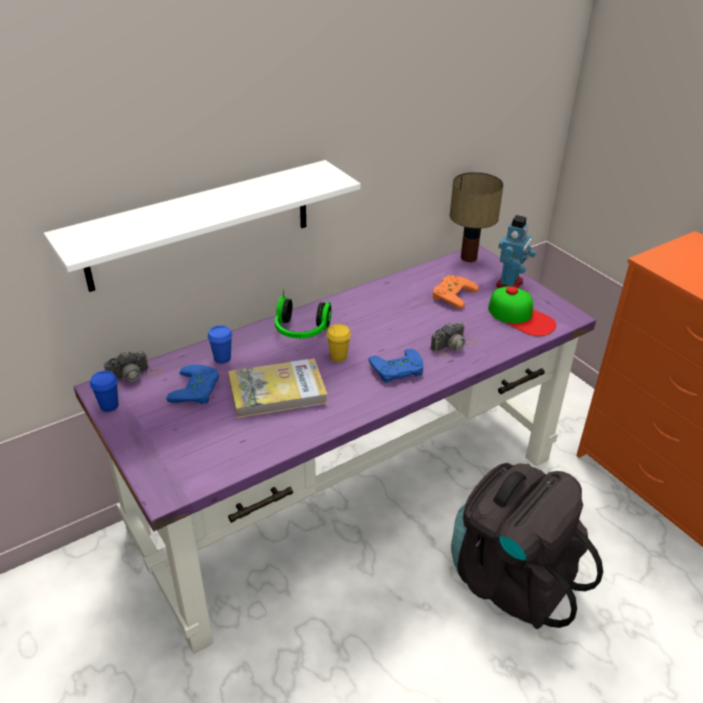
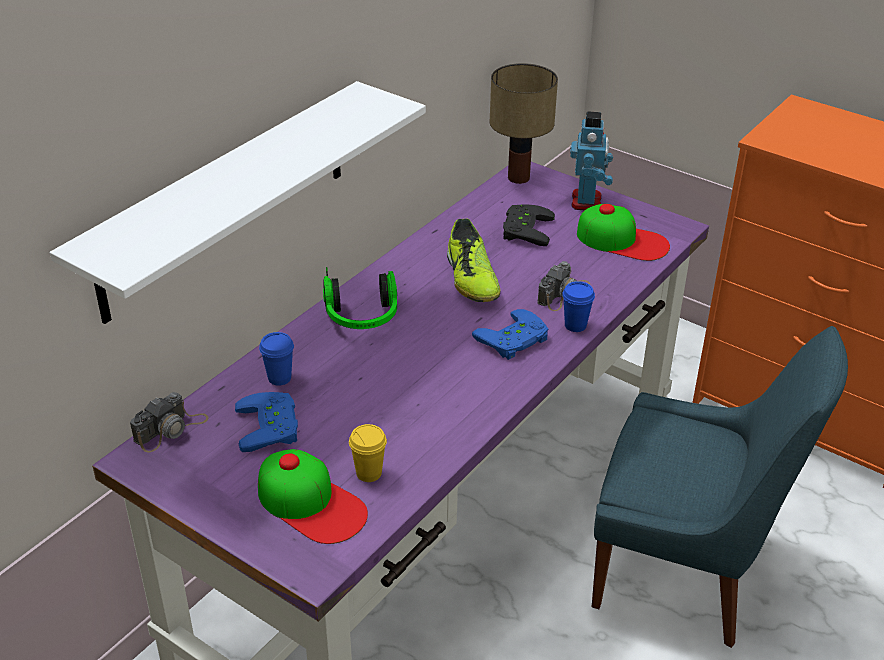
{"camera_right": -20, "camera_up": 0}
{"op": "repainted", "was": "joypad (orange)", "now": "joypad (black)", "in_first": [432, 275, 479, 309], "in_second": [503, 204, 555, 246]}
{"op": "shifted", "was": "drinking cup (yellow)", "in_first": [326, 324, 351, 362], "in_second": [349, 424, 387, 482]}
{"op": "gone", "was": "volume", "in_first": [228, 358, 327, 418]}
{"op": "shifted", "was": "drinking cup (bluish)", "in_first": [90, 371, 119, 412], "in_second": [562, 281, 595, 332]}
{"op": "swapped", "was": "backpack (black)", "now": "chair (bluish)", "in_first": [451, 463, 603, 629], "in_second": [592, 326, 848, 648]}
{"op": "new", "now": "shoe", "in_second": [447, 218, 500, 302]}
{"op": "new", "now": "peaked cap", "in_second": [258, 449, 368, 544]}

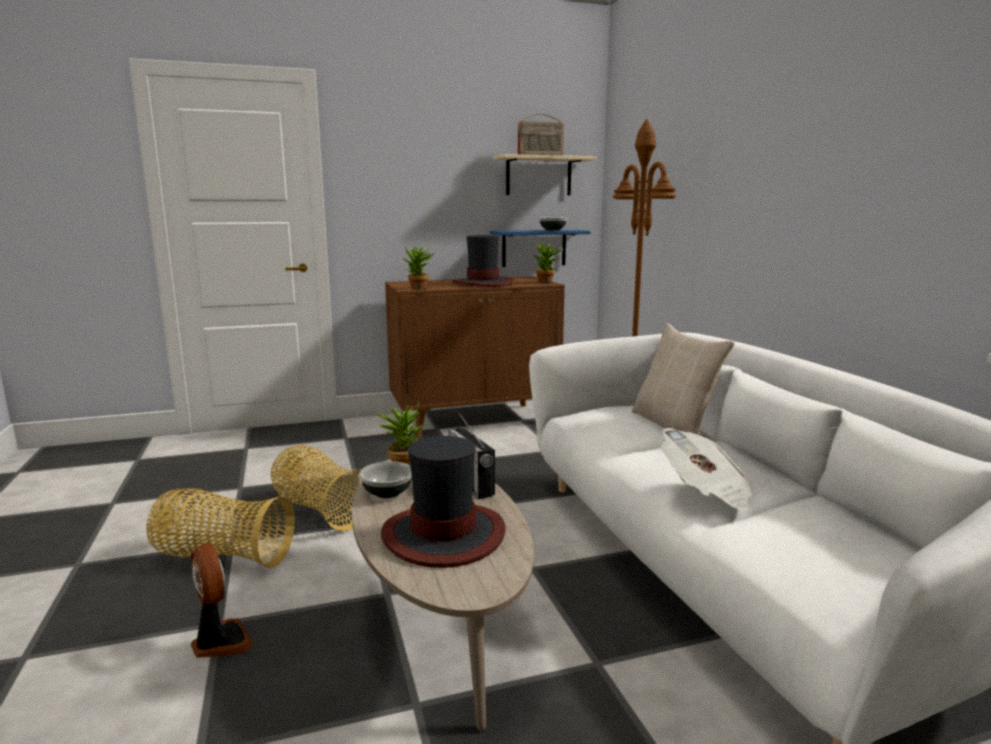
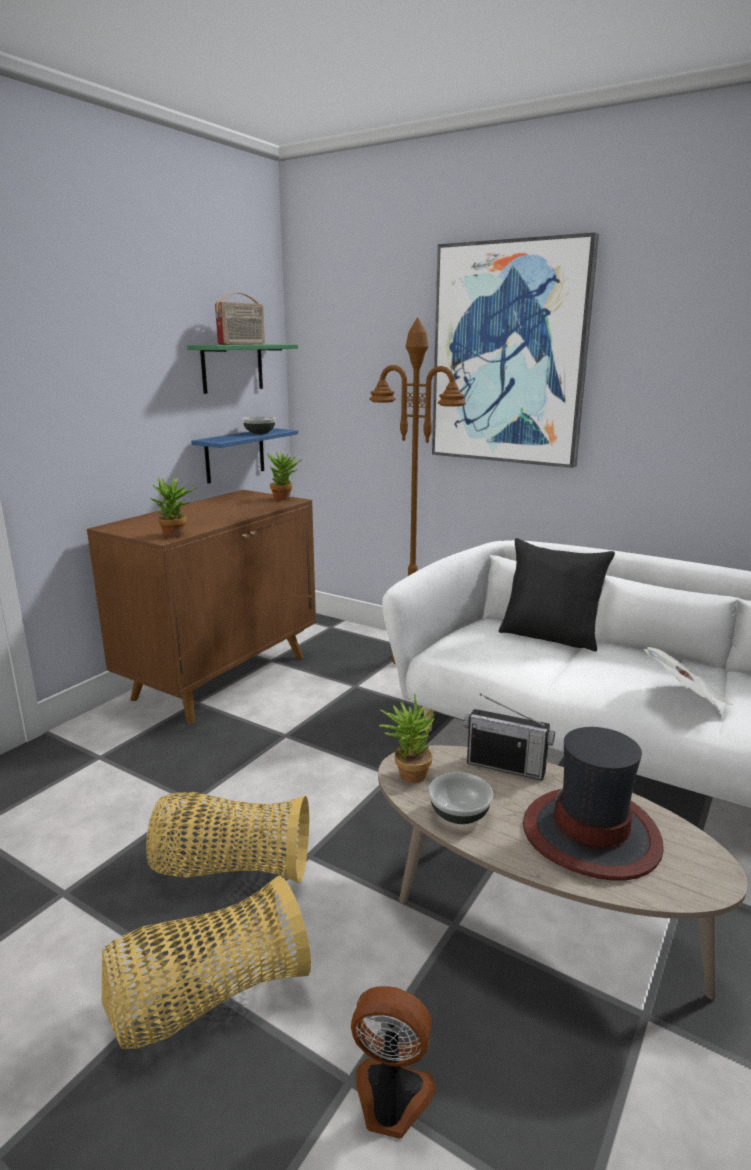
{"camera_right": -40, "camera_up": 5}
{"op": "repainted", "was": "bracket shelf (beige)", "now": "bracket shelf (green)", "in_first": [493, 154, 597, 195], "in_second": [187, 344, 298, 394]}
{"op": "gone", "was": "wearable hat", "in_first": [452, 235, 514, 287]}
{"op": "repainted", "was": "throw pillow (beige)", "now": "throw pillow (black)", "in_first": [632, 323, 735, 435], "in_second": [499, 538, 615, 651]}
{"op": "new", "now": "wall picture", "in_second": [432, 232, 599, 468]}

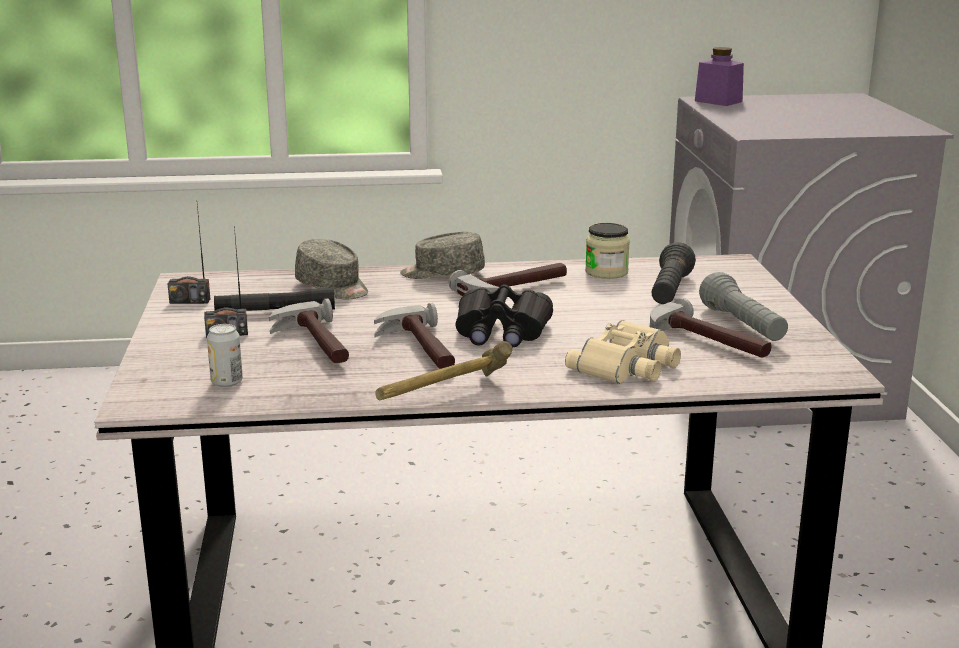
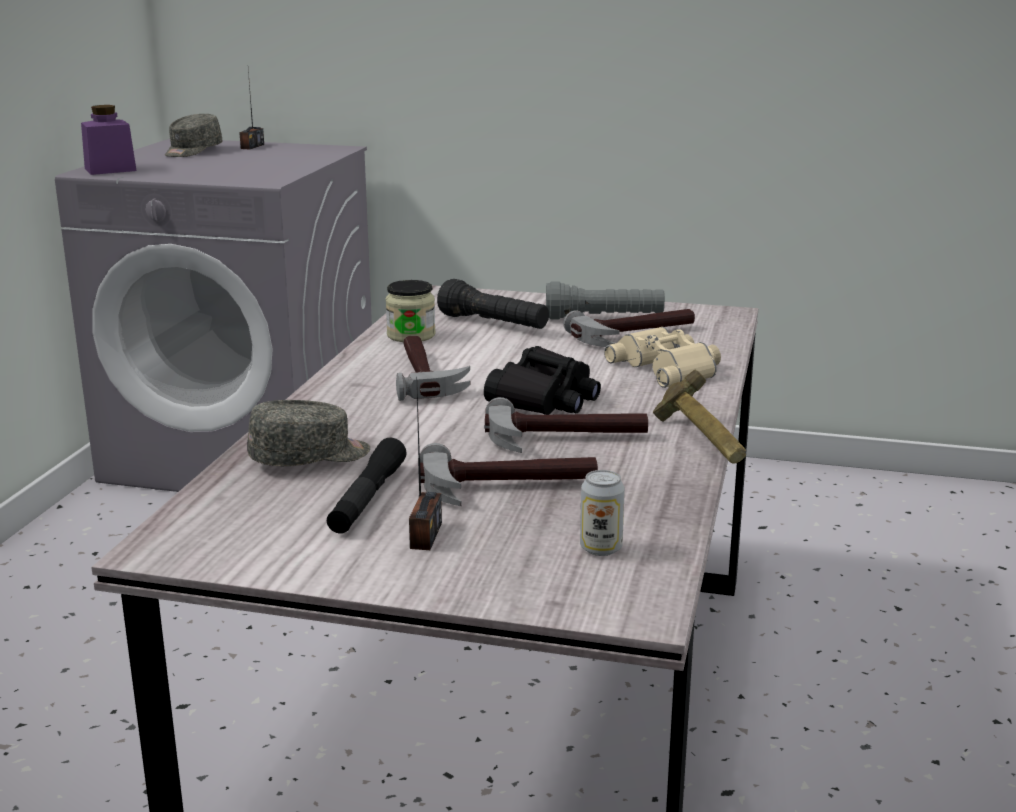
{"camera_right": -70, "camera_up": 0}
{"op": "shifted", "was": "radio", "in_first": [167, 205, 210, 304], "in_second": [239, 71, 264, 150]}
{"op": "shifted", "was": "peaked cap (grey)", "in_first": [400, 232, 485, 279], "in_second": [165, 114, 222, 157]}

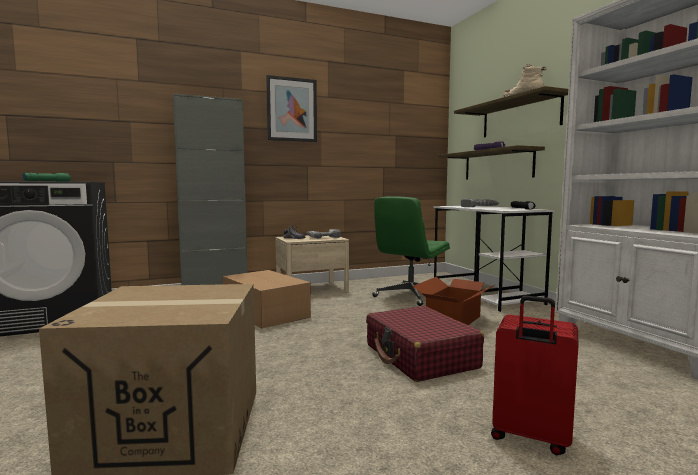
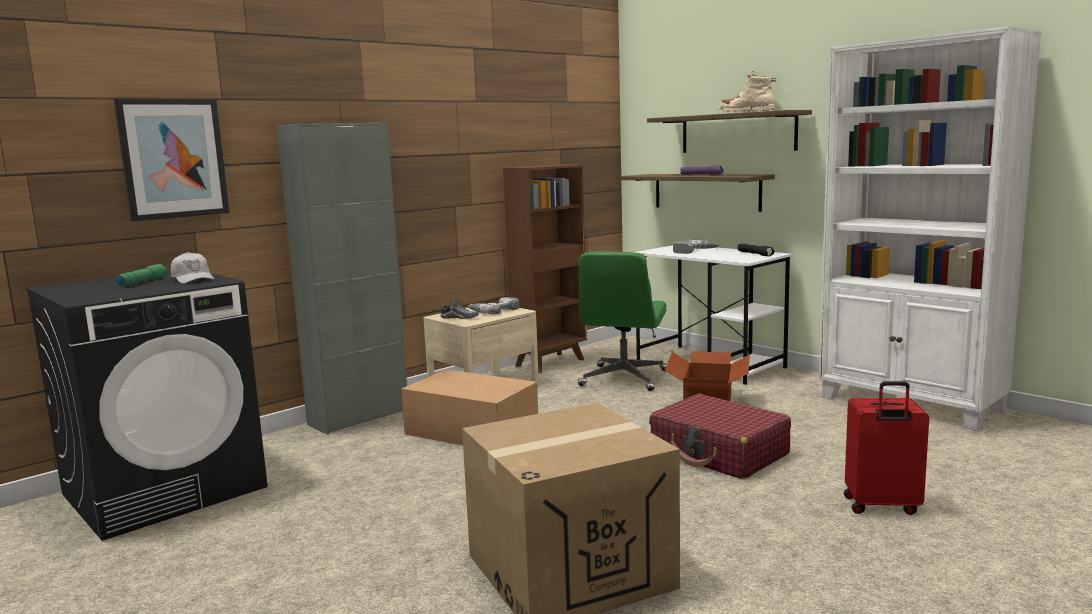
{"camera_right": -20, "camera_up": 5}
{"op": "shifted", "was": "wall picture", "in_first": [266, 75, 317, 142], "in_second": [114, 98, 229, 221]}
{"op": "new", "now": "bookcase (brown)", "in_second": [503, 164, 587, 373]}
{"op": "new", "now": "peaked cap (white)", "in_second": [171, 252, 214, 284]}

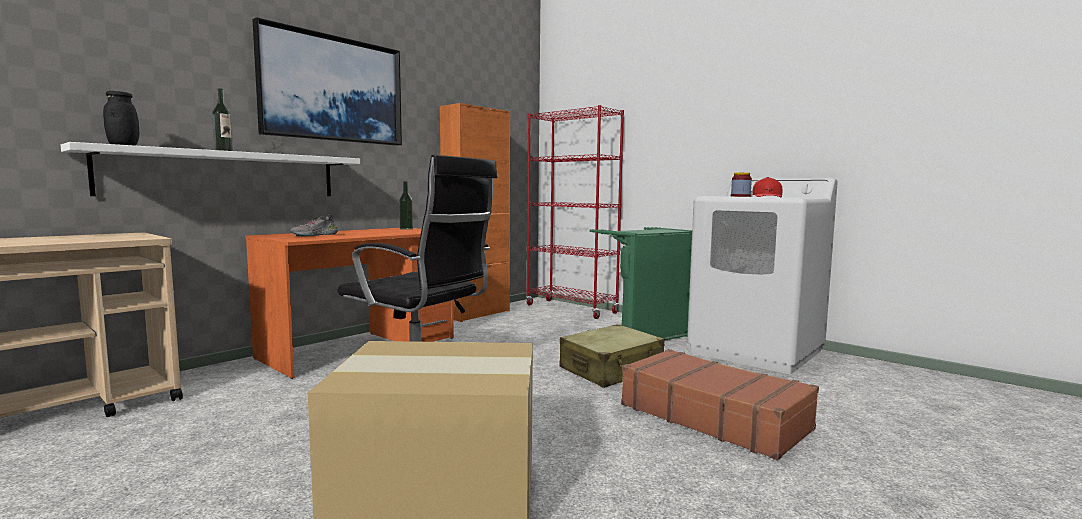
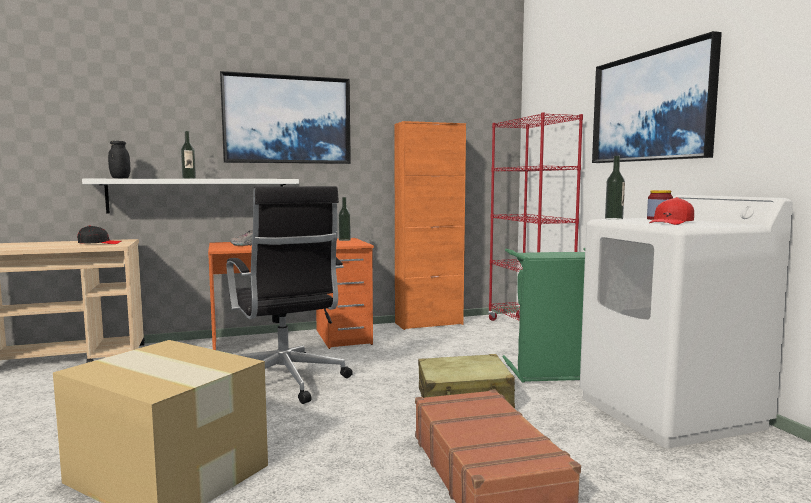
{"camera_right": 30, "camera_up": 0}
{"op": "new", "now": "wall picture", "in_second": [592, 31, 722, 163]}
{"op": "new", "now": "bottle", "in_second": [605, 156, 625, 220]}
{"op": "new", "now": "peaked cap (black)", "in_second": [77, 226, 121, 244]}

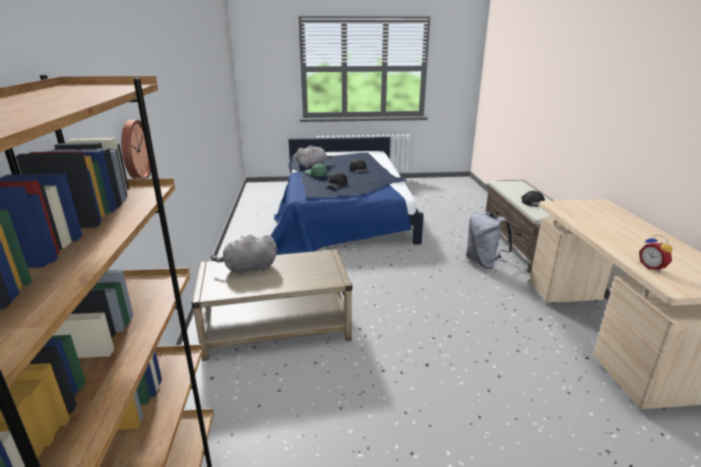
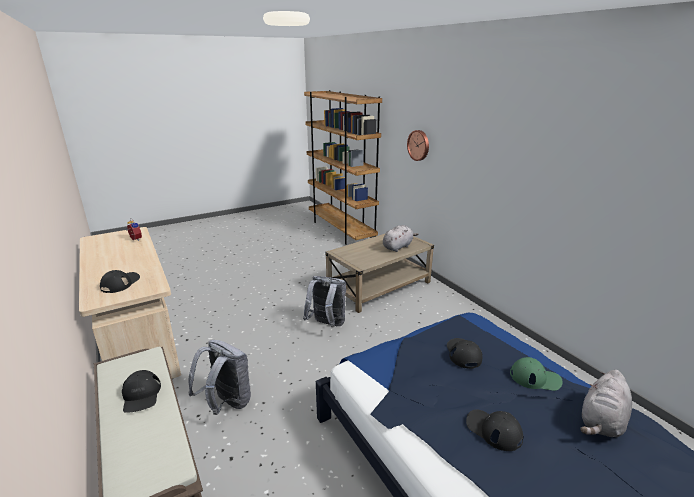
{"camera_right": 155, "camera_up": 0}
{"op": "new", "now": "peaked cap (black)", "in_second": [100, 270, 140, 293]}
{"op": "new", "now": "backpack (grey)", "in_second": [303, 276, 346, 327]}

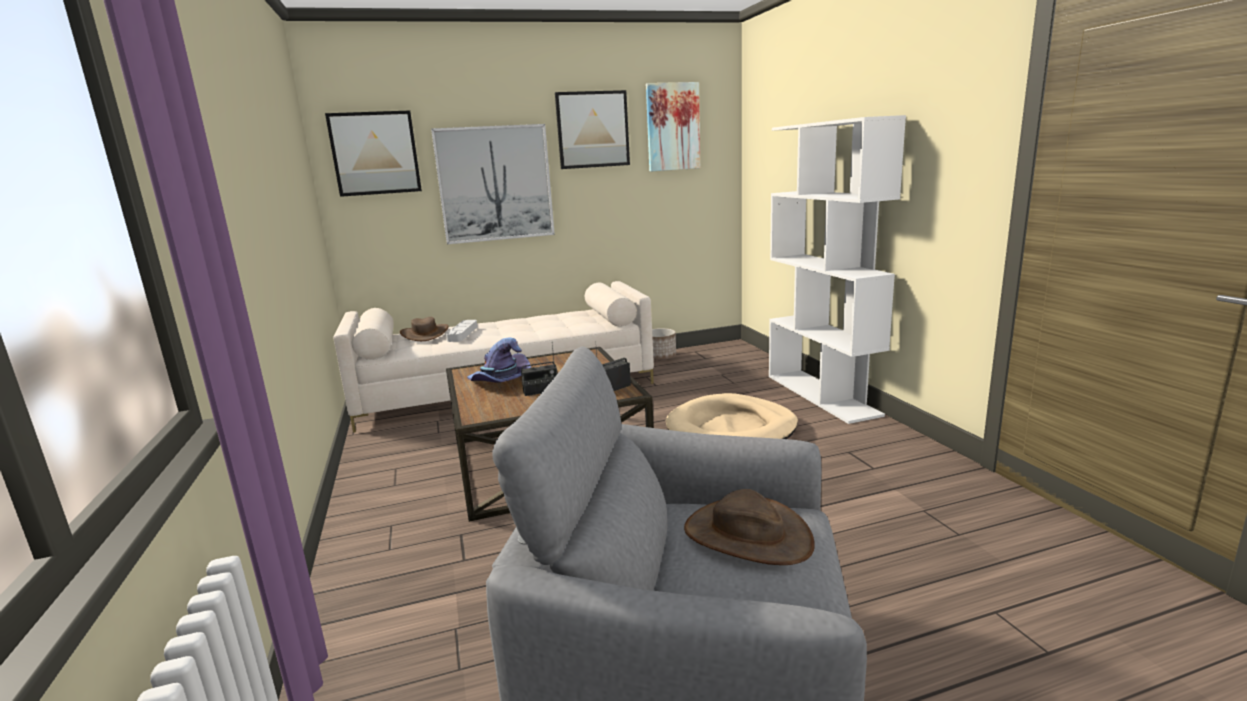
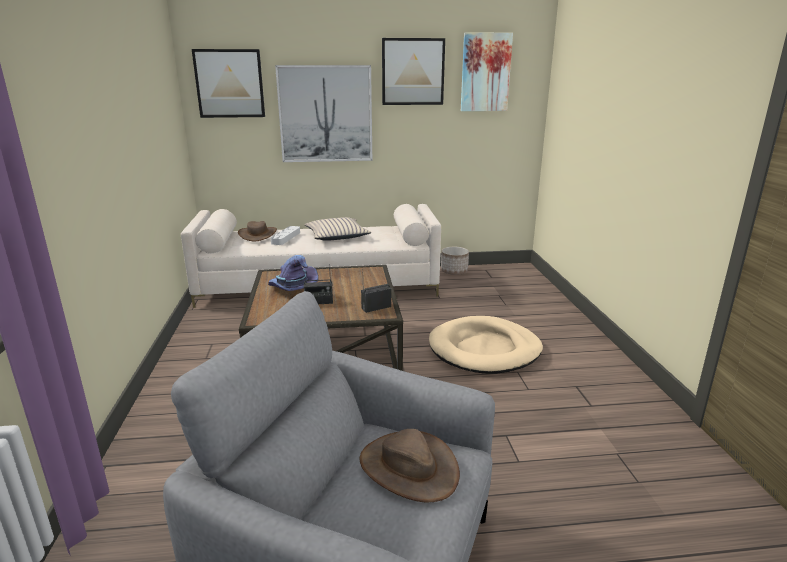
{"camera_right": 10, "camera_up": 5}
{"op": "gone", "was": "bookcase (white)", "in_first": [769, 115, 906, 424]}
{"op": "new", "now": "throw pillow (beige)", "in_second": [304, 217, 371, 241]}

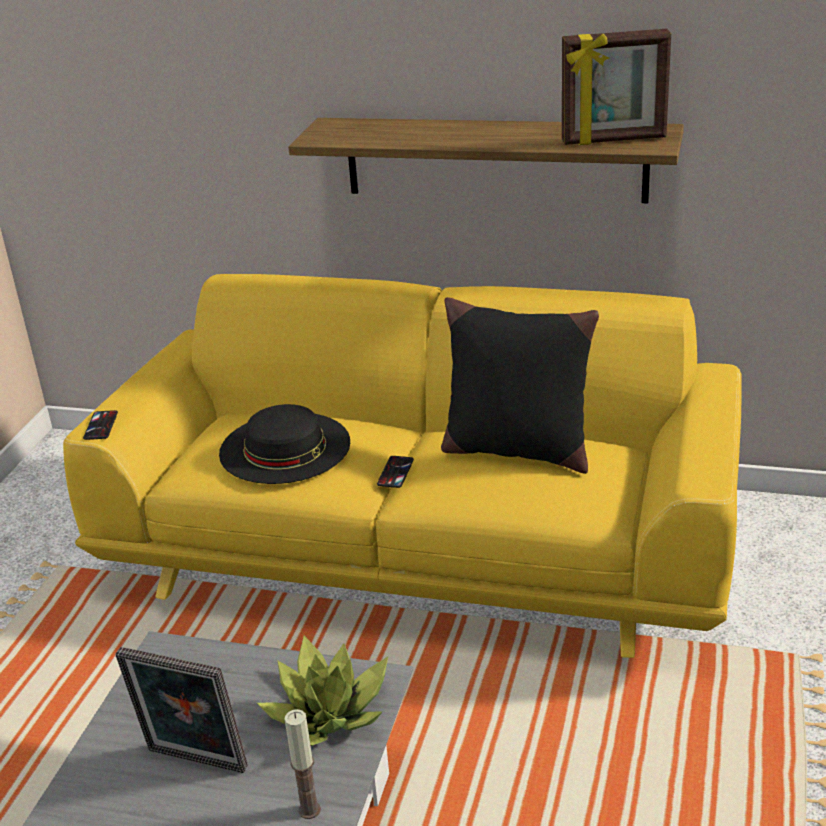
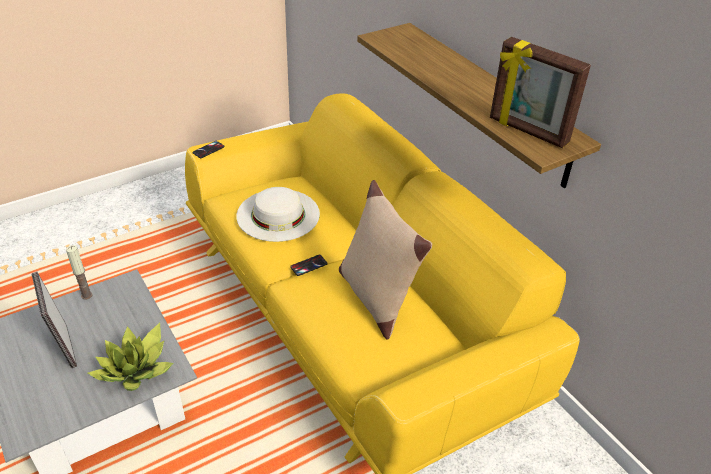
{"camera_right": 40, "camera_up": 10}
{"op": "repainted", "was": "throw pillow (black)", "now": "throw pillow (beige)", "in_first": [441, 297, 599, 474], "in_second": [339, 180, 432, 340]}
{"op": "repainted", "was": "wearable hat (black)", "now": "wearable hat (white)", "in_first": [219, 404, 350, 484], "in_second": [236, 187, 320, 242]}
{"op": "shifted", "was": "wax candle", "in_first": [285, 709, 321, 819], "in_second": [66, 245, 93, 299]}

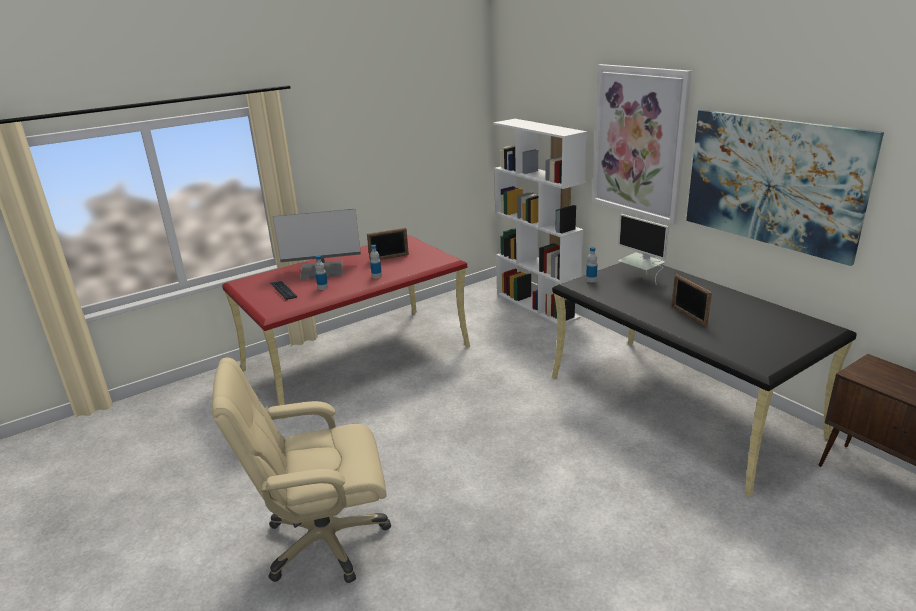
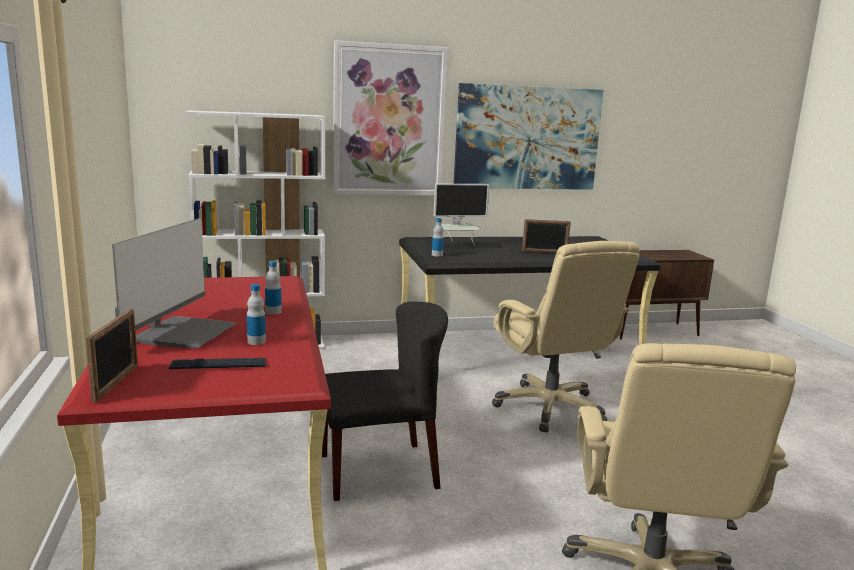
{"camera_right": -70, "camera_up": -10}
{"op": "shifted", "was": "picture frame", "in_first": [367, 228, 409, 260], "in_second": [86, 309, 138, 403]}
{"op": "new", "now": "office chair (beige)", "in_second": [492, 241, 640, 432]}
{"op": "new", "now": "chair (black)", "in_second": [322, 301, 448, 501]}

